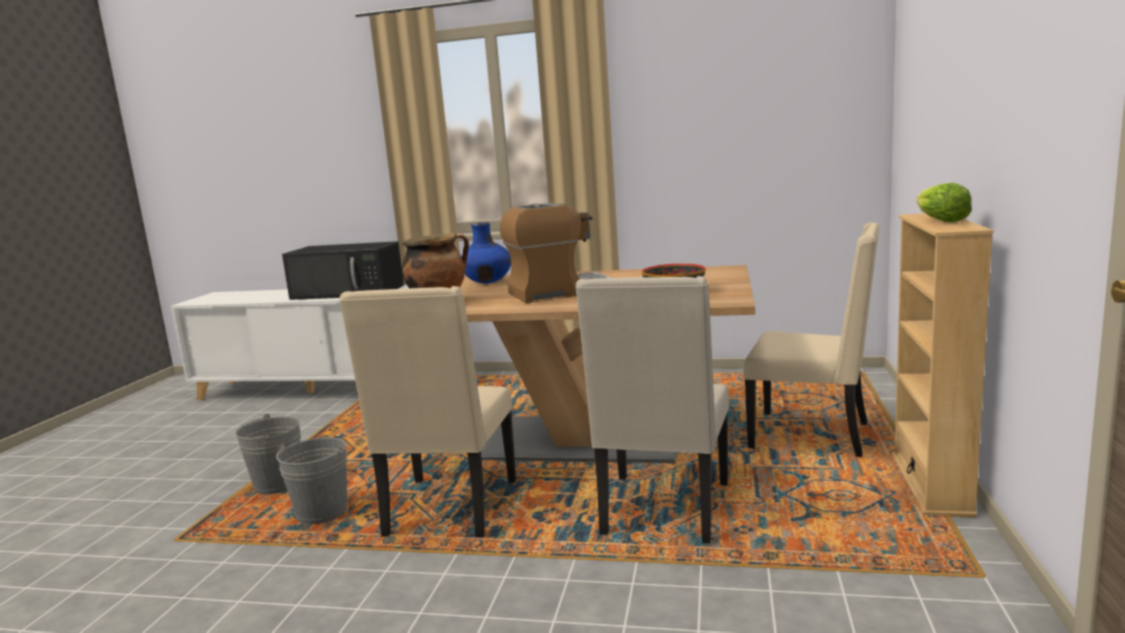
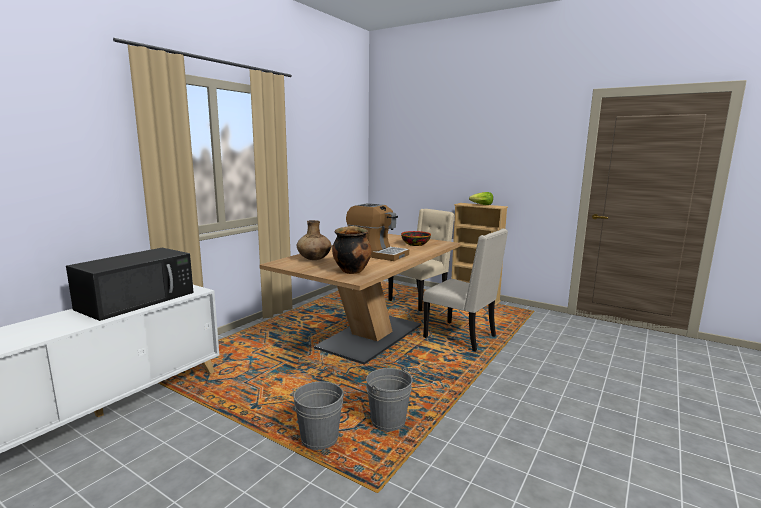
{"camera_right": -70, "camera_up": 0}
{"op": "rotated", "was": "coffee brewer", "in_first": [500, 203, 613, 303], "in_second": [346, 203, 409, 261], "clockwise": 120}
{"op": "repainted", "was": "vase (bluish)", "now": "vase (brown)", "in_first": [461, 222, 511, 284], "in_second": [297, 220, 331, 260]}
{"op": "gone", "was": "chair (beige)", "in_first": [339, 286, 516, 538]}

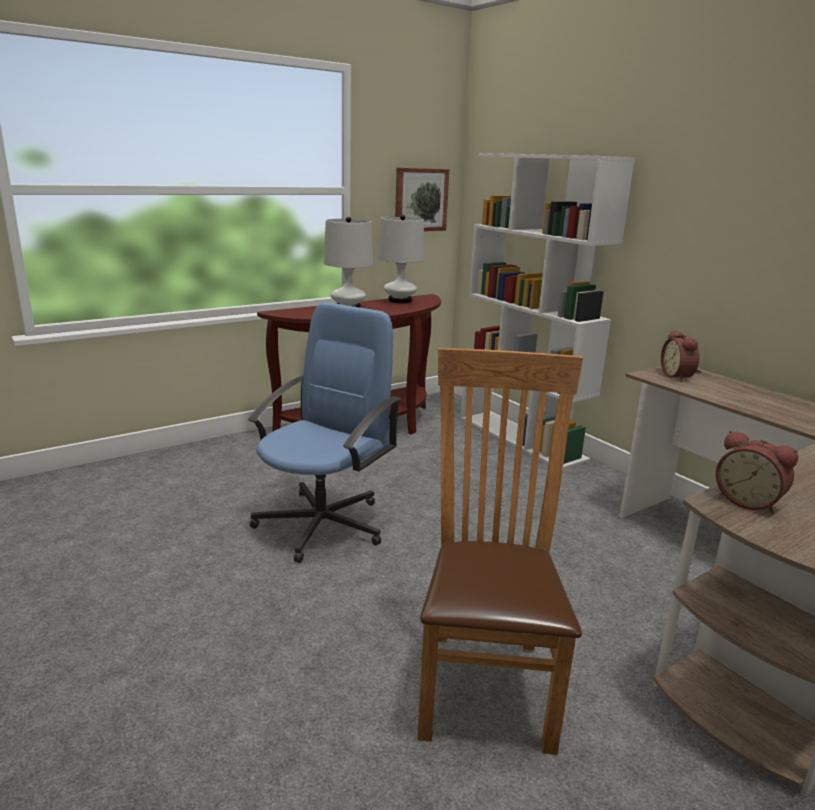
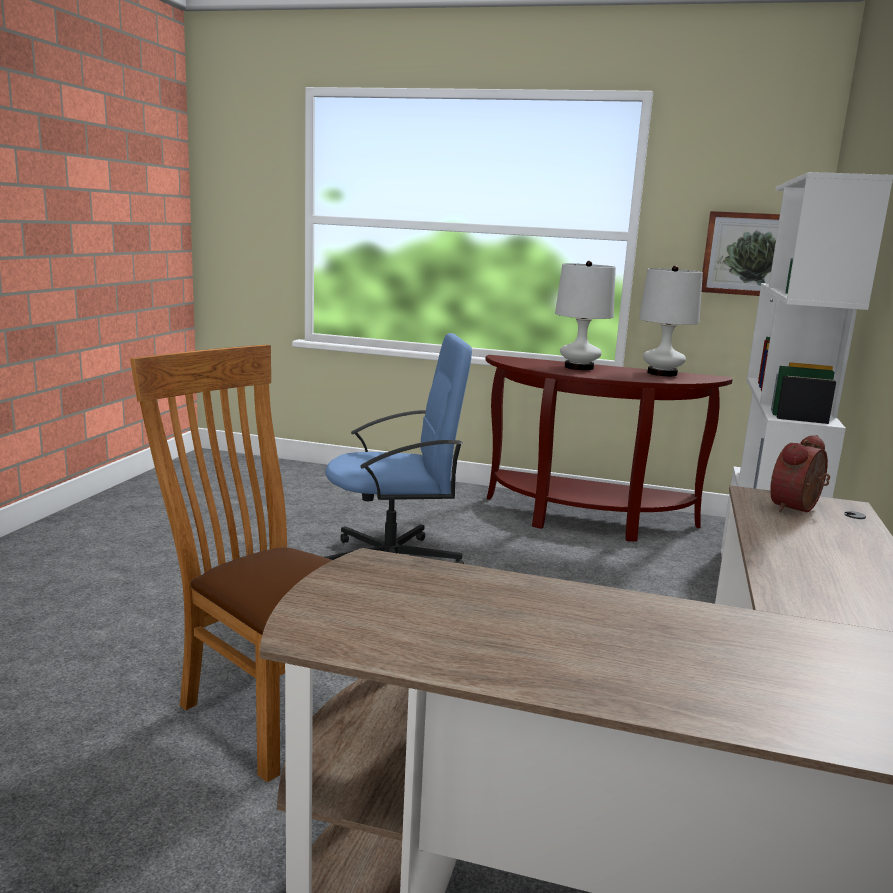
{"camera_right": 50, "camera_up": -5}
{"op": "rotated", "was": "chair (brown)", "in_first": [417, 348, 583, 755], "in_second": [130, 345, 360, 782], "clockwise": -105}
{"op": "gone", "was": "alarm clock", "in_first": [716, 430, 799, 514]}

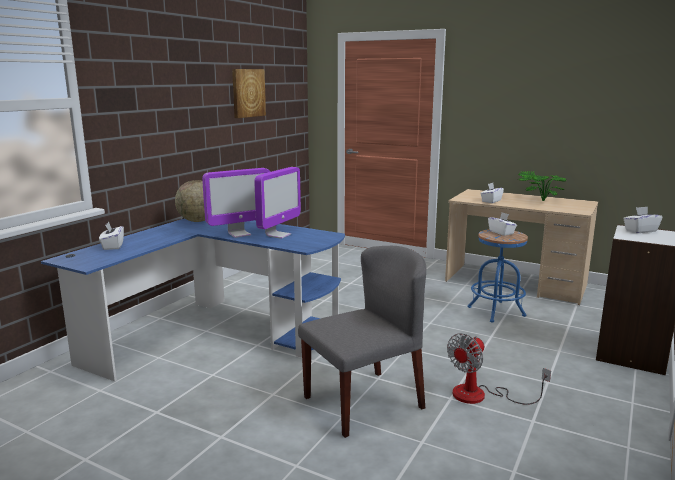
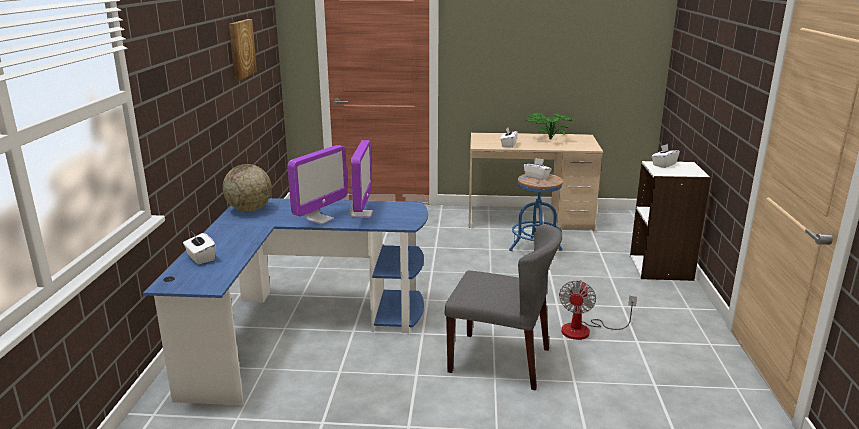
{"camera_right": -25, "camera_up": 5}
{"op": "rotated", "was": "chair (grey)", "in_first": [298, 246, 426, 438], "in_second": [445, 224, 562, 390], "clockwise": 75}

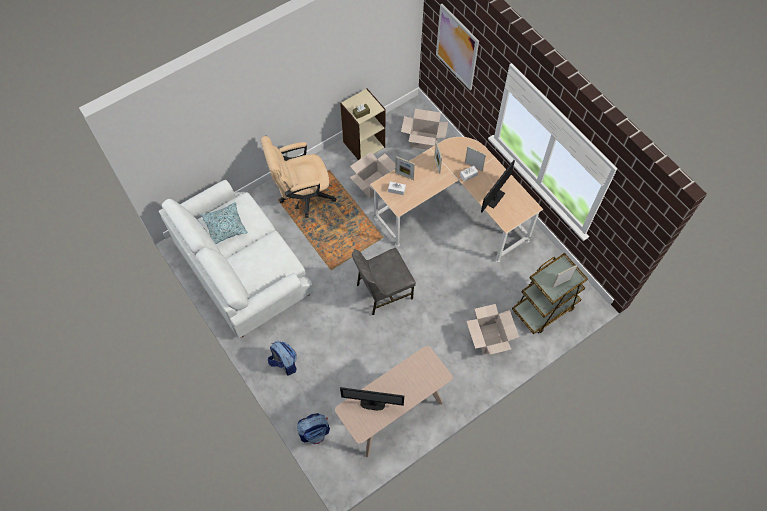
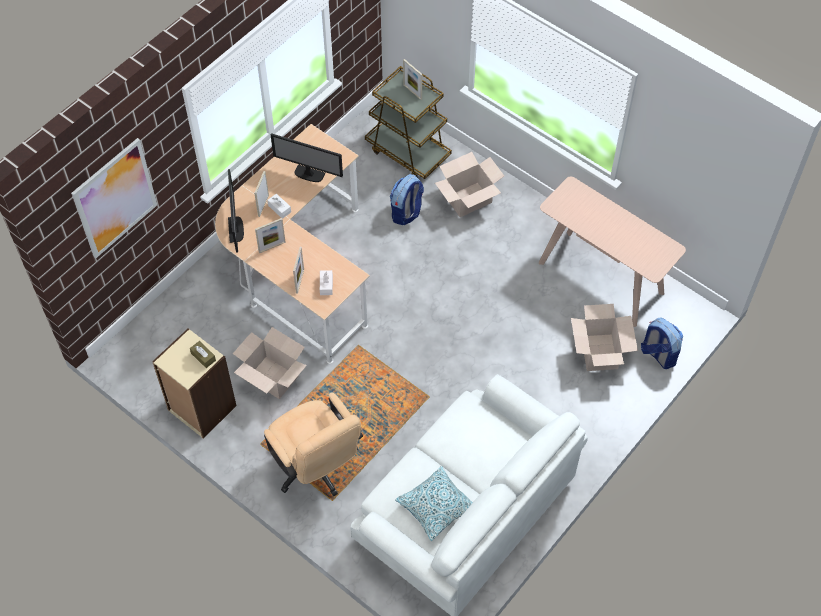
{"camera_right": -105, "camera_up": -5}
{"op": "shifted", "was": "packing box", "in_first": [401, 109, 448, 150], "in_second": [571, 304, 638, 371]}
{"op": "gone", "was": "chair (grey)", "in_first": [352, 248, 416, 315]}
{"op": "shifted", "was": "backpack", "in_first": [268, 341, 297, 376], "in_second": [390, 174, 424, 225]}
{"op": "shifted", "was": "computer screen", "in_first": [340, 387, 404, 410], "in_second": [228, 169, 244, 253]}

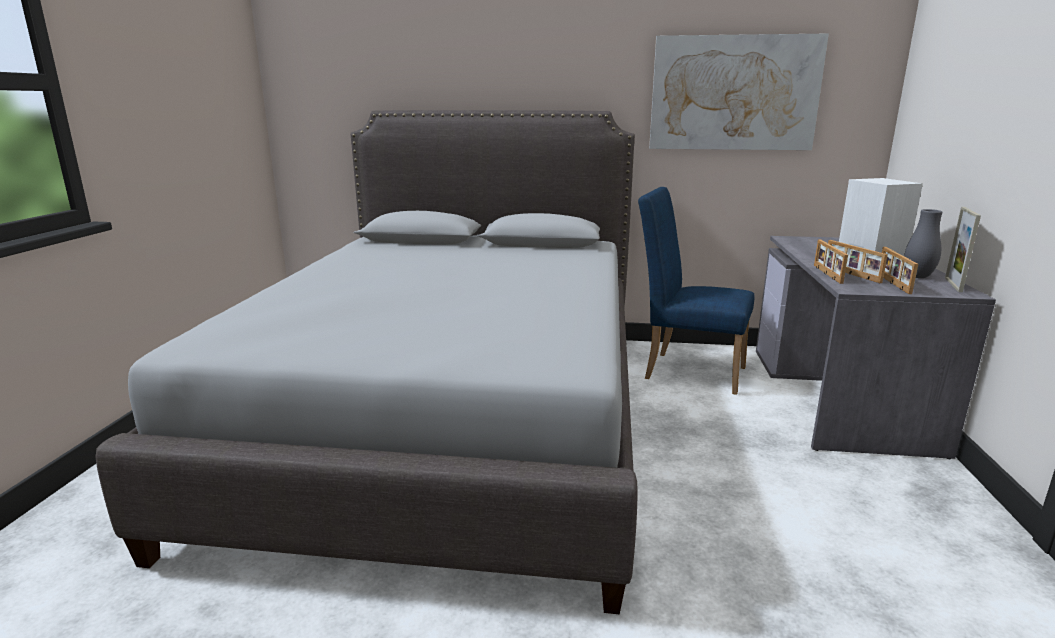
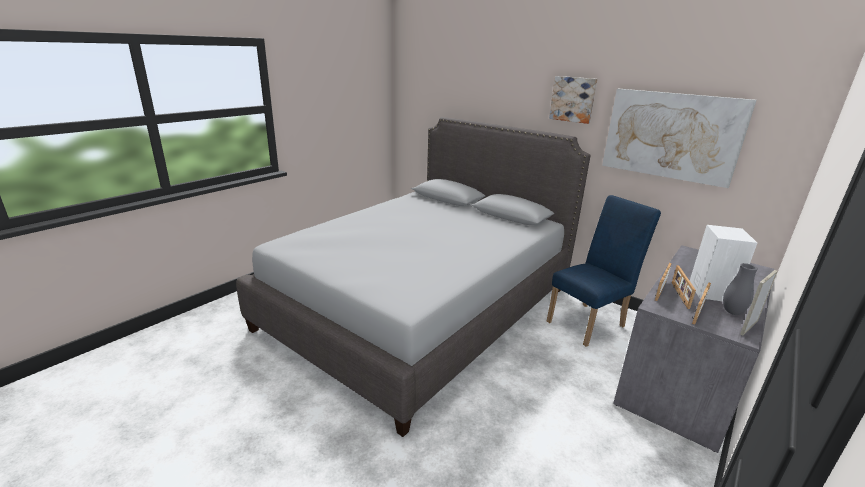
{"camera_right": 30, "camera_up": 5}
{"op": "rotated", "was": "chair (bluish)", "in_first": [638, 187, 755, 395], "in_second": [547, 195, 661, 347], "clockwise": 90}
{"op": "new", "now": "wall picture", "in_second": [549, 76, 598, 124]}

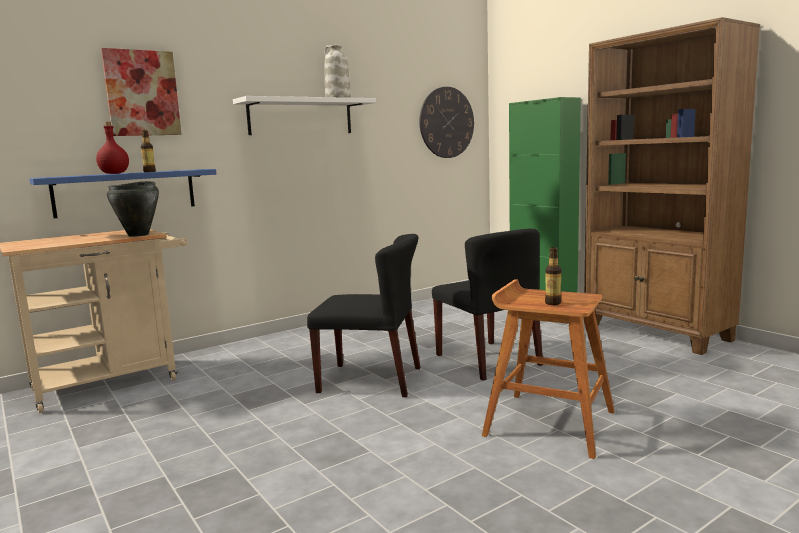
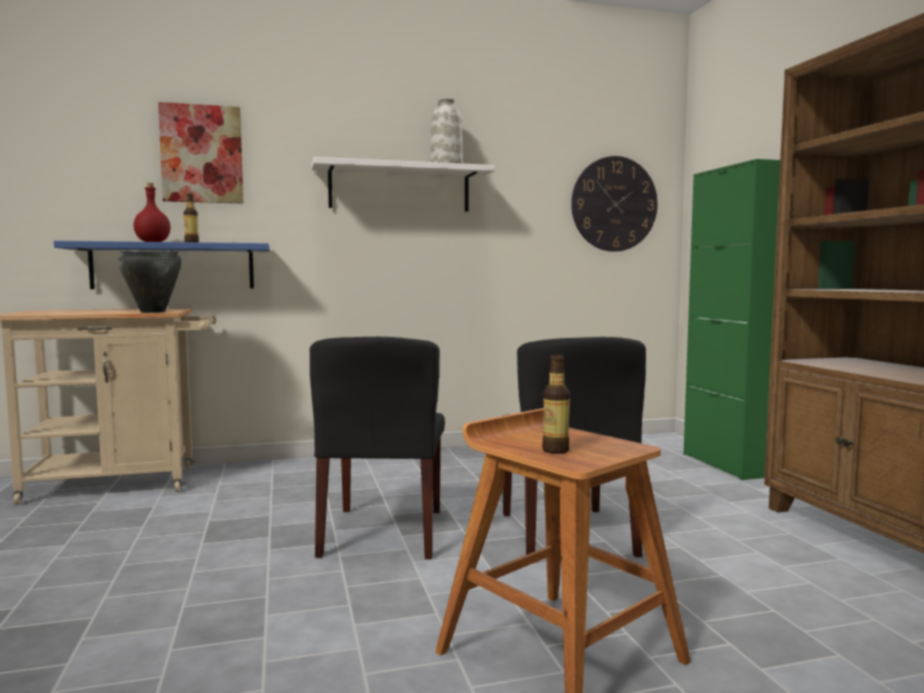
{"camera_right": 20, "camera_up": -5}
{"op": "rotated", "was": "chair (black)", "in_first": [307, 234, 420, 397], "in_second": [310, 337, 445, 559], "clockwise": 60}

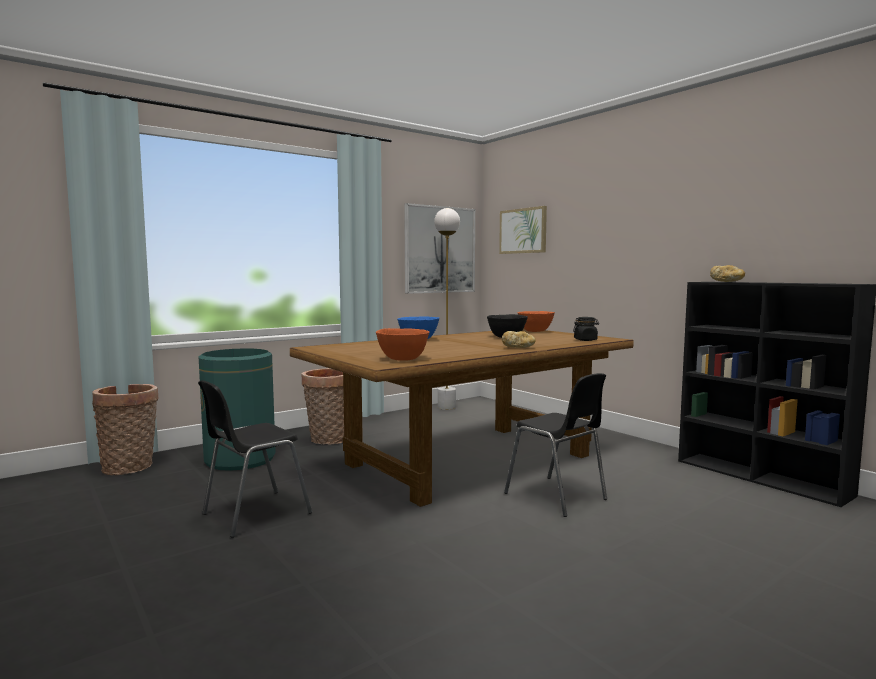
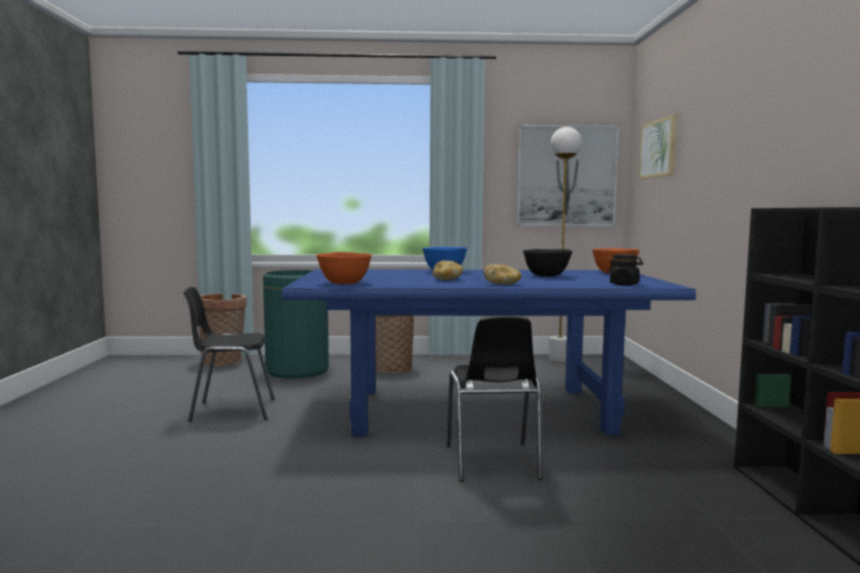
{"camera_right": 35, "camera_up": 0}
{"op": "shifted", "was": "baked bread", "in_first": [710, 265, 745, 282], "in_second": [433, 261, 463, 280]}
{"op": "repainted", "was": "dinner table (brown)", "now": "dinner table (bluish)", "in_first": [290, 328, 634, 507], "in_second": [282, 269, 696, 437]}

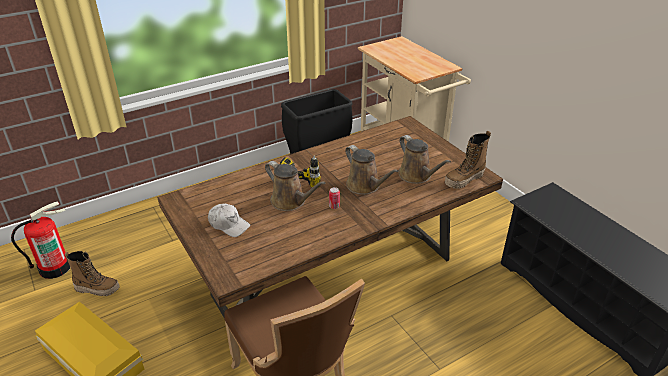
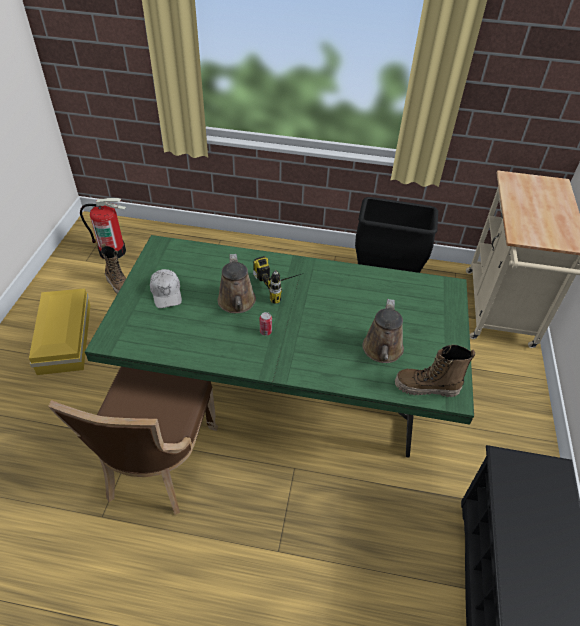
{"camera_right": 40, "camera_up": 10}
{"op": "repainted", "was": "dinner table (brown)", "now": "dinner table (green)", "in_first": [157, 116, 503, 318], "in_second": [85, 235, 474, 458]}
{"op": "gone", "was": "sprinkling can (brown)", "in_first": [345, 145, 399, 195]}

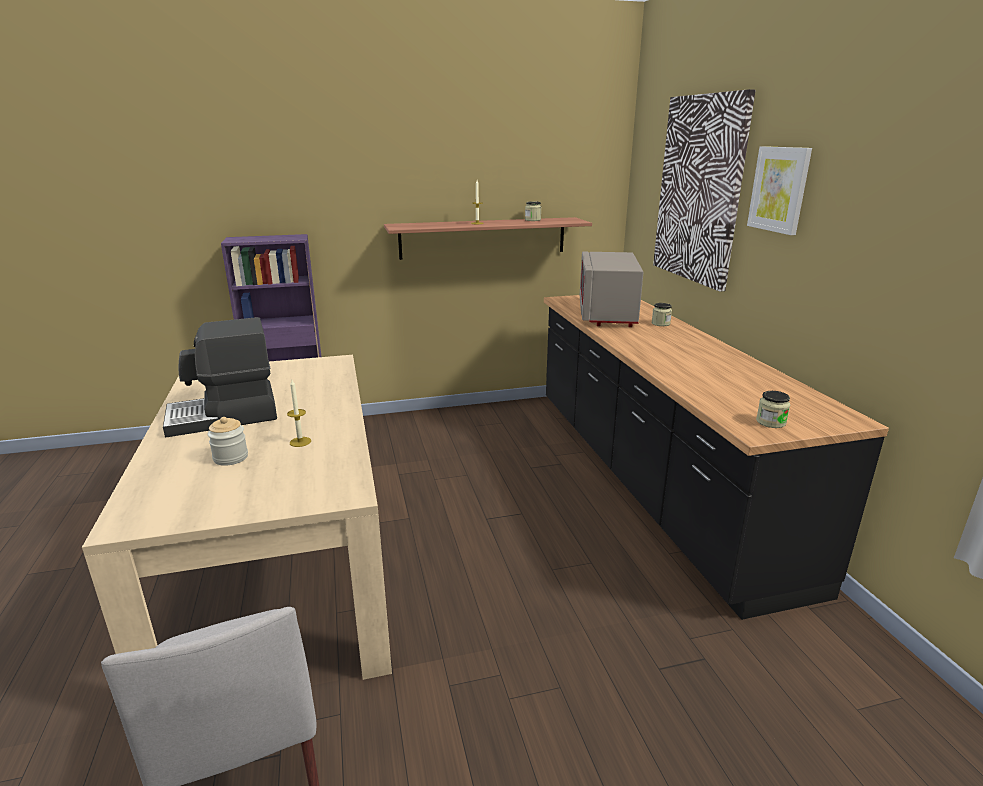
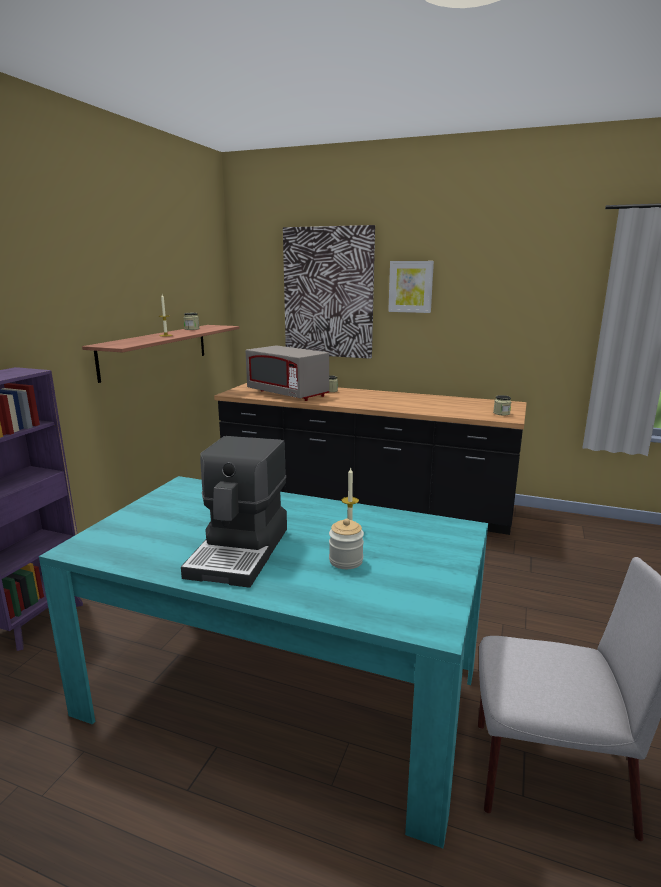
{"camera_right": -55, "camera_up": -5}
{"op": "repainted", "was": "dinner table (beige)", "now": "dinner table (turquoise-coloured)", "in_first": [82, 355, 392, 680], "in_second": [39, 476, 488, 848]}

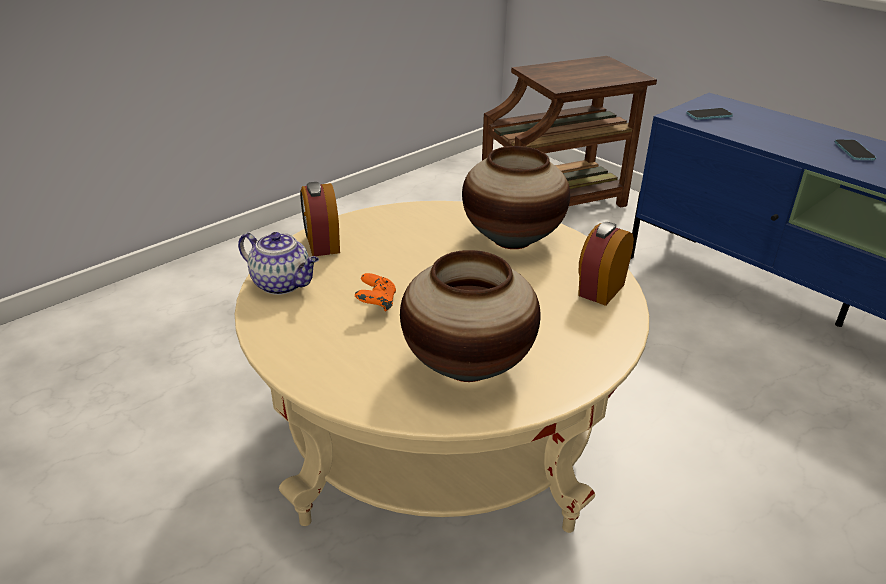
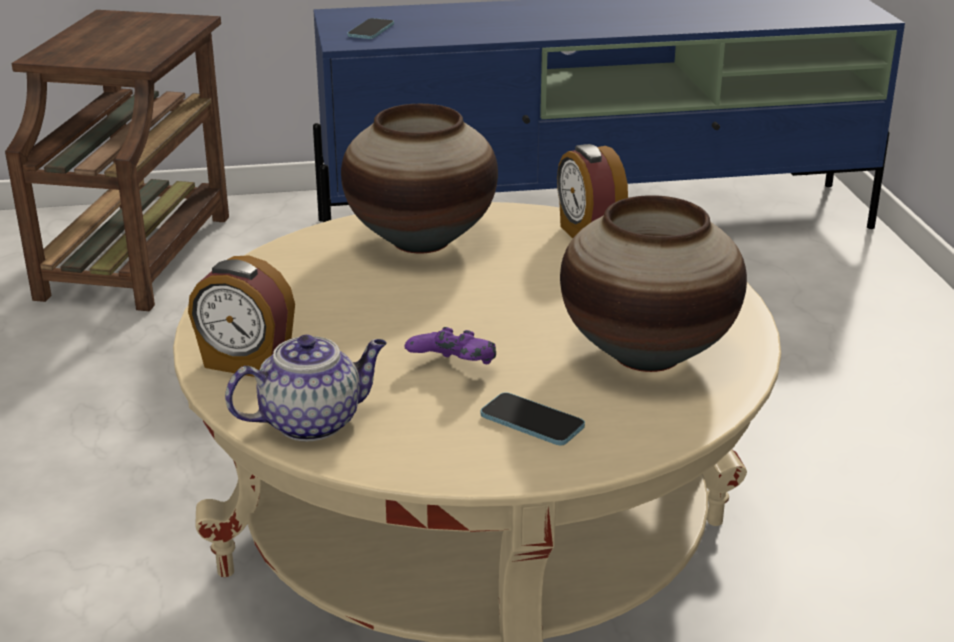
{"camera_right": -55, "camera_up": -5}
{"op": "shifted", "was": "phone", "in_first": [834, 139, 876, 160], "in_second": [481, 392, 585, 445]}
{"op": "repainted", "was": "joypad (orange)", "now": "joypad (purple-coloured)", "in_first": [355, 273, 396, 311], "in_second": [405, 327, 496, 364]}

